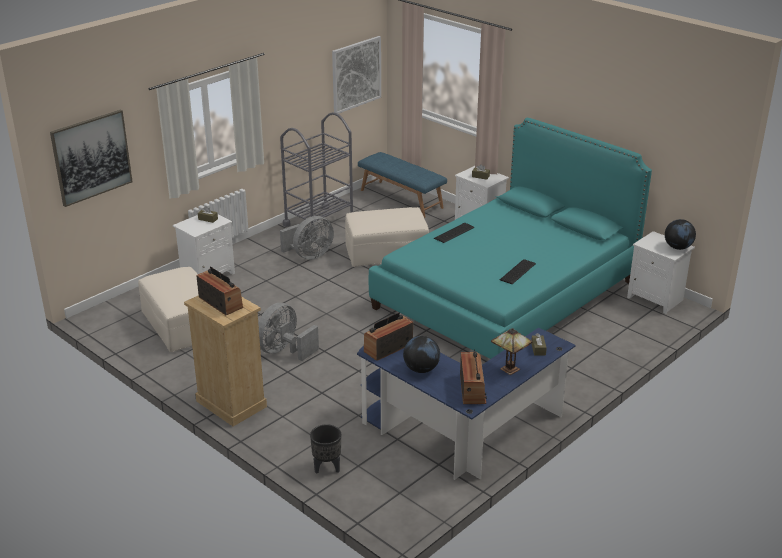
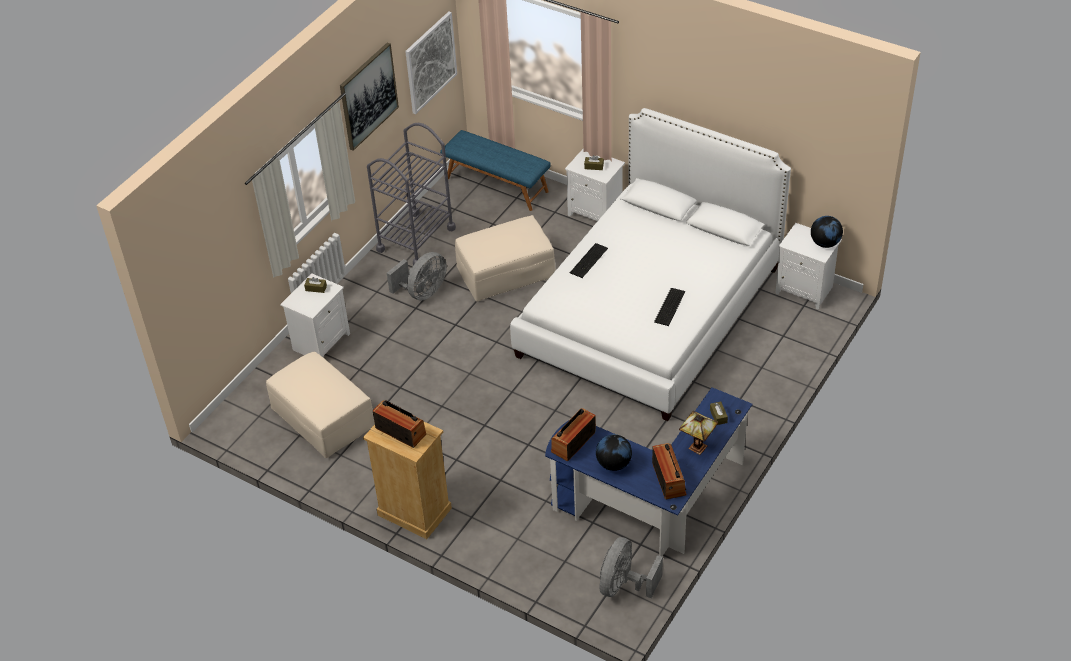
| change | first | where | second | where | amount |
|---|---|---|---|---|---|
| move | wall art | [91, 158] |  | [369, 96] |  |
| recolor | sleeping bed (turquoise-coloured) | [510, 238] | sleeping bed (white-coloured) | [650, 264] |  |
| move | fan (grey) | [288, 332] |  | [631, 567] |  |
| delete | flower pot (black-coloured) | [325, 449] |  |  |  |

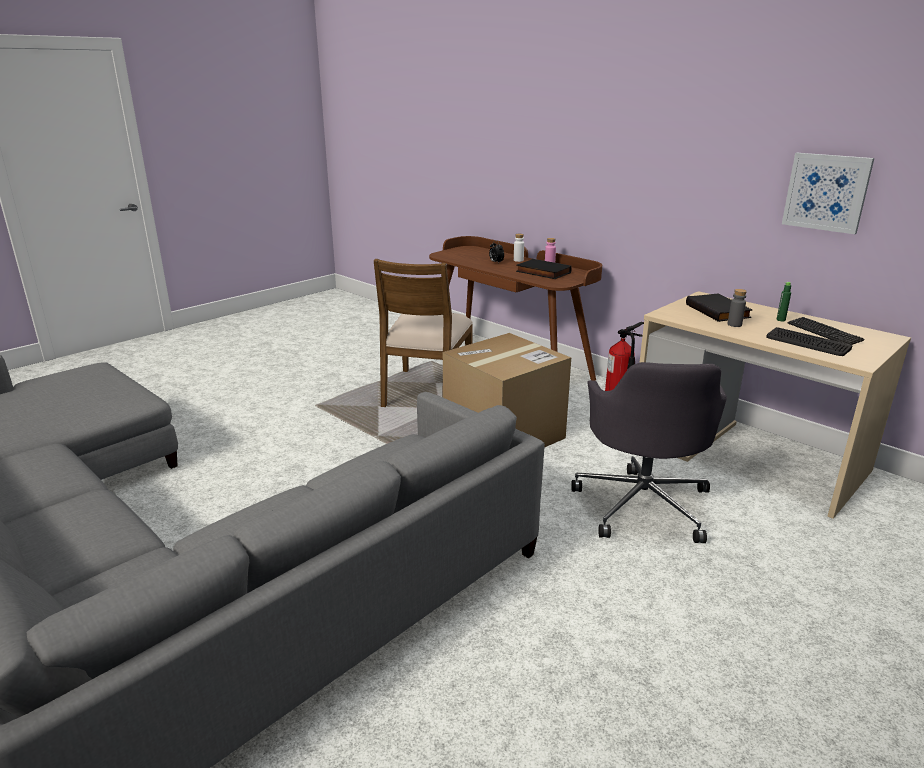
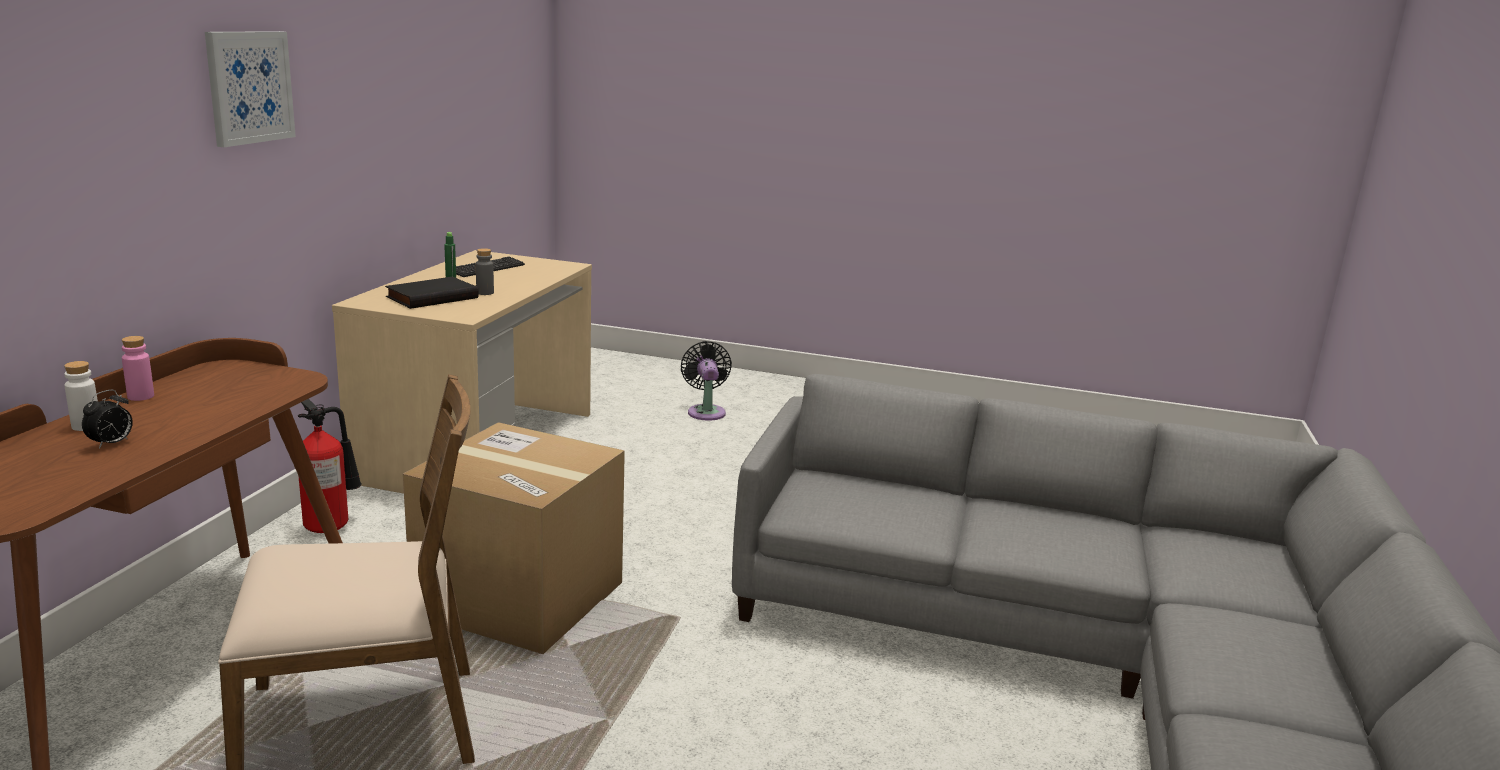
| change | first | where | second | where | amount |
|---|---|---|---|---|---|
| move | wall art | [828, 193] |  | [250, 89] |  |
| insert |  |  | fan (black-coloured) | [706, 381] |  |
| delete | book (black-coloured) | [544, 269] |  |  |  |
| delete | office chair (grey) | [649, 452] |  |  |  |
| delete | computer keyboard | [809, 341] |  |  |  |

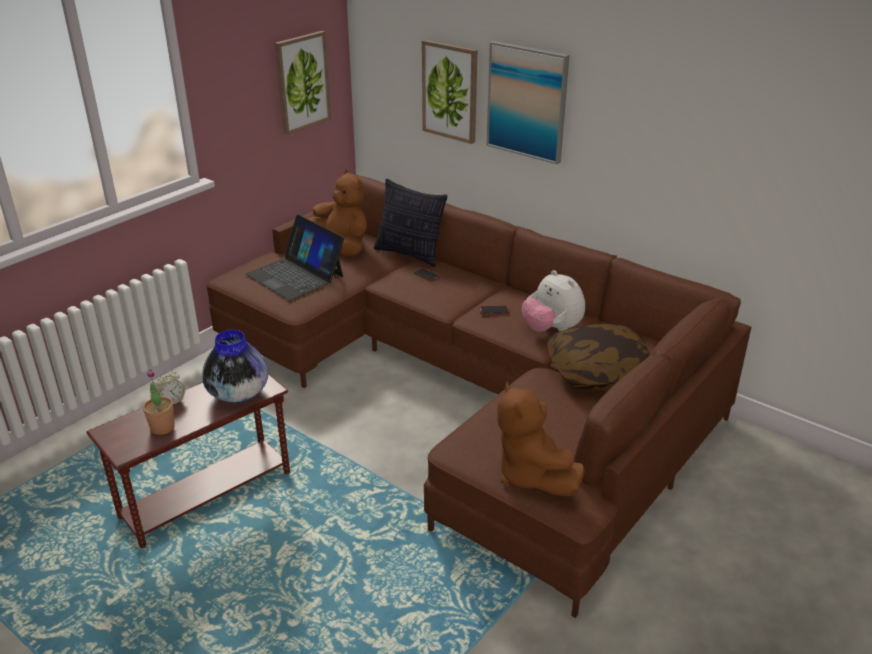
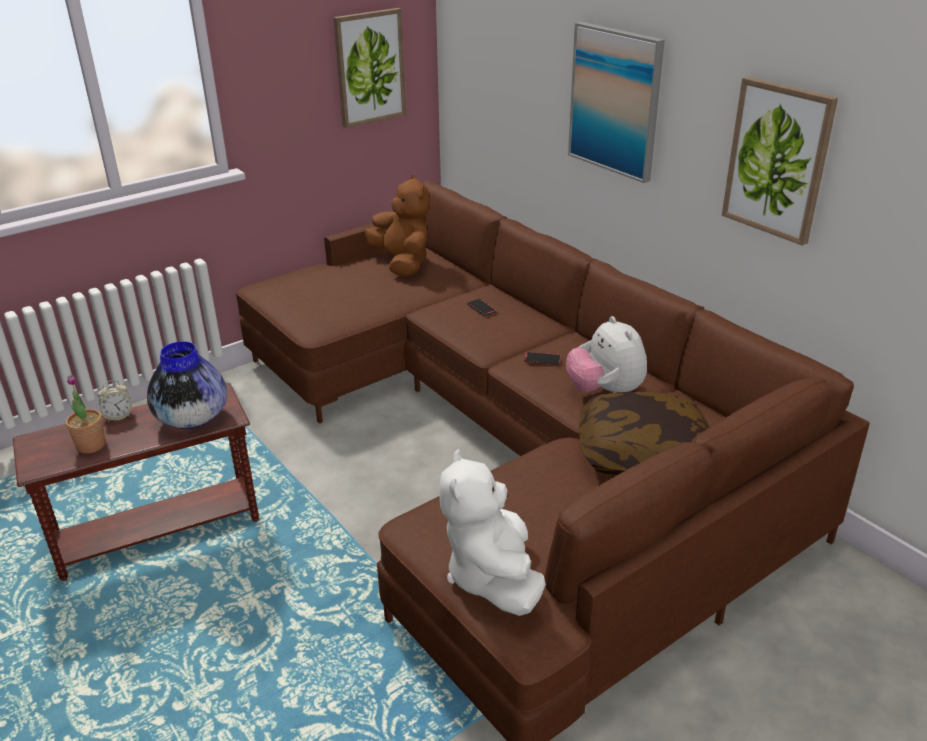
| change | first | where | second | where | amount |
|---|---|---|---|---|---|
| recolor | soft toy (brown) | [541, 439] | soft toy (white-coloured) | [492, 532] |  |
| move | wall art | [449, 92] |  | [780, 161] |  |
| delete | laptop | [295, 257] |  |  |  |
| delete | throw pillow | [411, 223] |  |  |  |

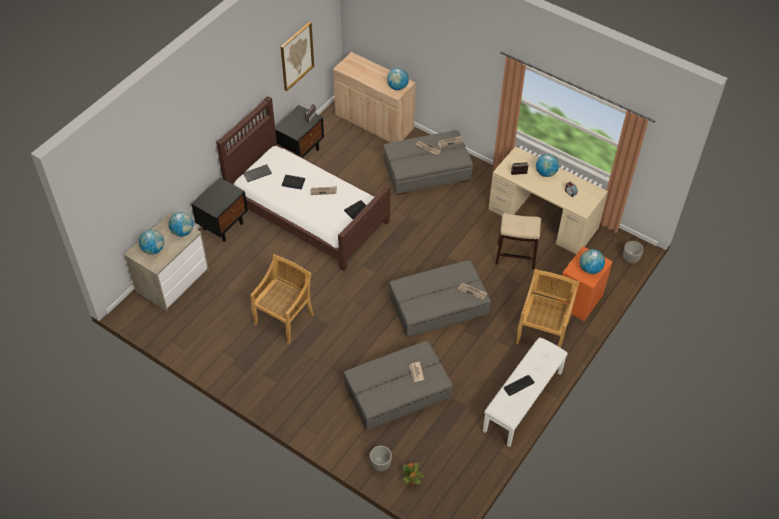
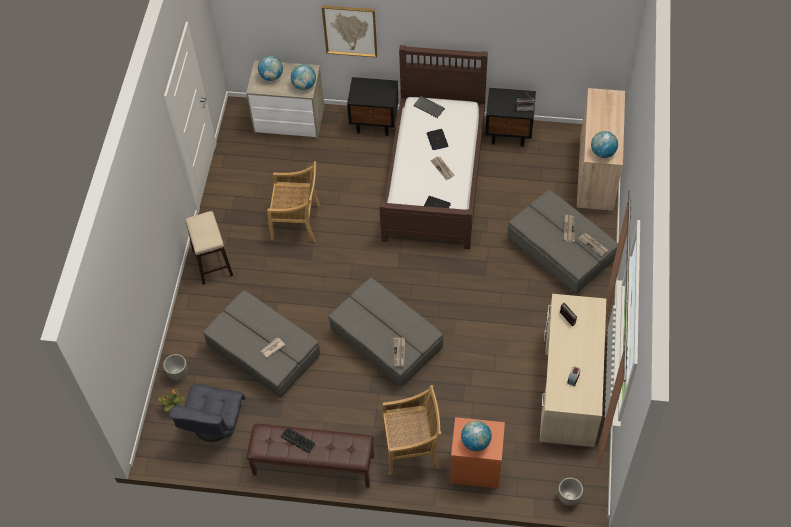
| change | first | where | second | where | amount |
|---|---|---|---|---|---|
| insert |  |  | easy chair (grey) | [207, 413] |  |
| move | stool seat | [518, 241] |  | [209, 248] |  |
| recolor | indoor bench (white-coloured) | [525, 392] | indoor bench (brown) | [310, 455] |  |
| move | wall art | [297, 56] |  | [349, 31] |  |
| delete | globe | [547, 165] |  |  |  |

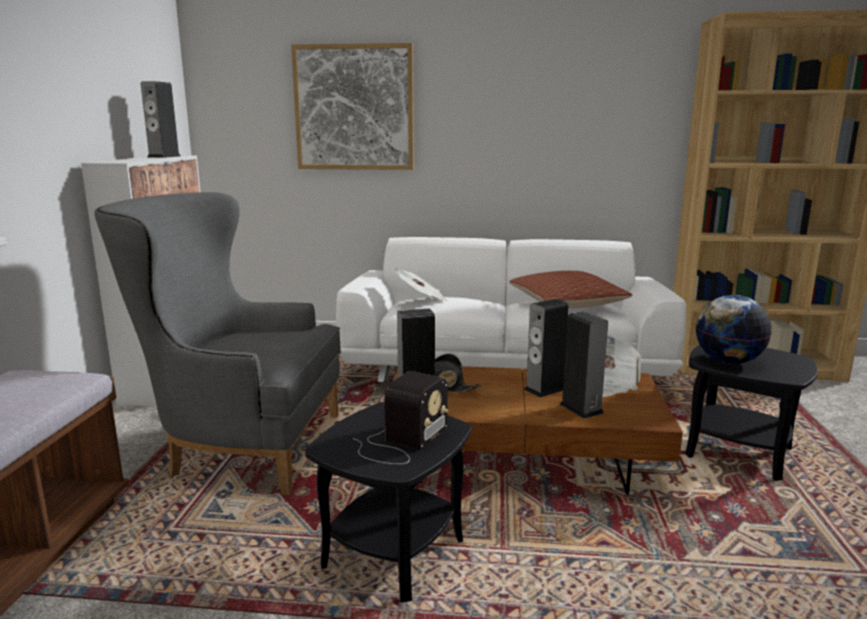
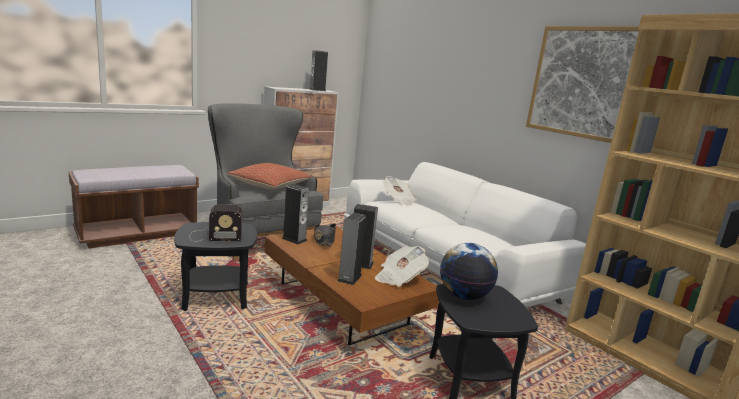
| change | first | where | second | where | amount |
|---|---|---|---|---|---|
| move | throw pillow | [571, 289] |  | [269, 176] |  |
| move | wall art | [352, 106] |  | [582, 84] |  |

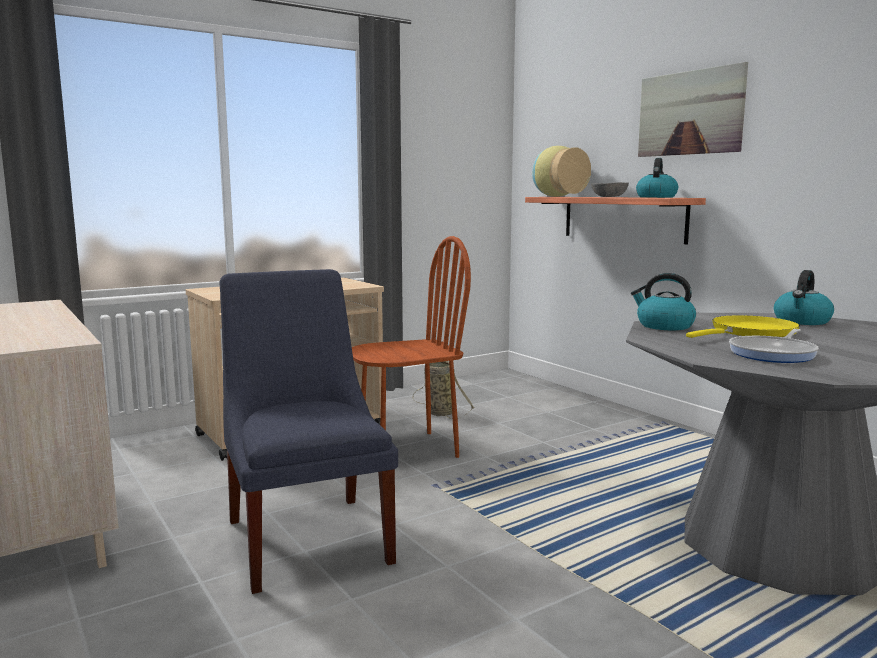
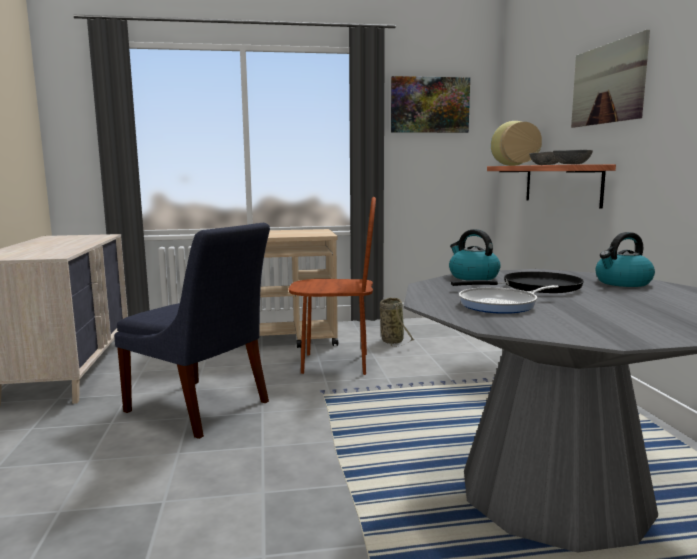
| change | first | where | second | where | amount |
|---|---|---|---|---|---|
| rotate | upright chair (blue) | [308, 431] |  | [192, 331] | 120 degrees clockwise |
| insert |  |  | wall art | [430, 104] |  |
| recolor | pan (yellow-coloured) | [743, 326] | pan (black-coloured) | [517, 282] |  |
| replace | water kettle | [657, 178] | bowl (grey) | [573, 157] |  |

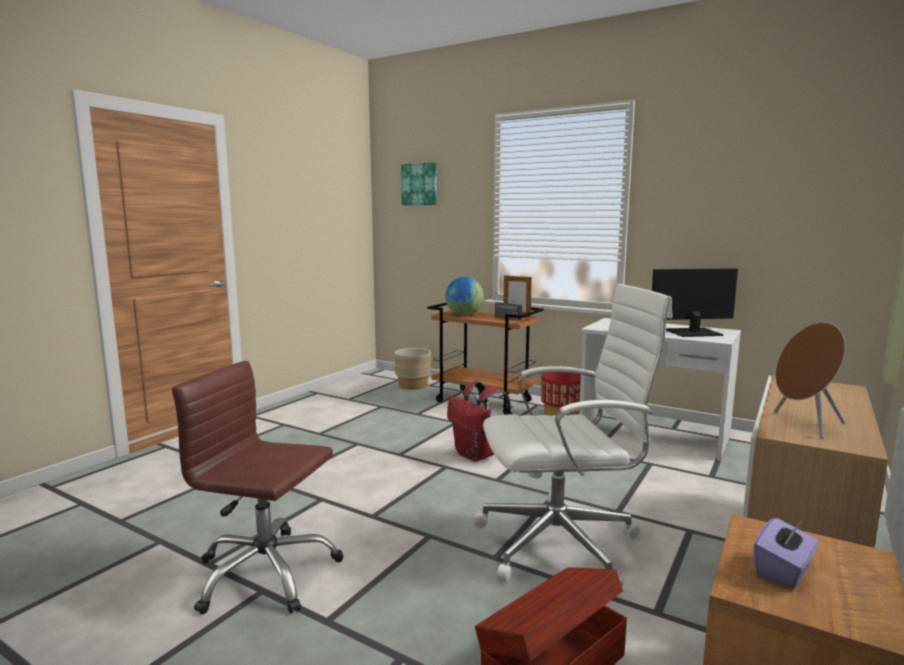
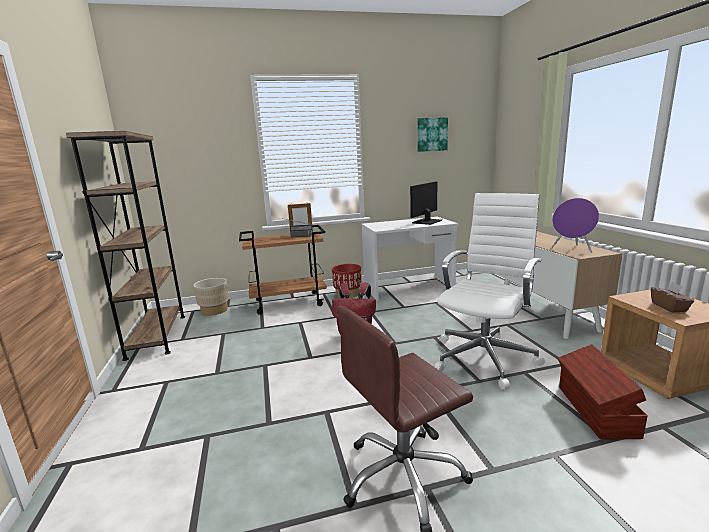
| change | first | where | second | where | amount |
|---|---|---|---|---|---|
| insert |  |  | bookcase (brown) | [125, 246] |  |
| move | wall art | [419, 183] |  | [432, 134] |  |
| recolor | loudspeaker (brown) | [809, 380] | loudspeaker (purplish) | [575, 225] |  |
| recolor | tissue box (purplish) | [786, 553] | tissue box (brown) | [672, 297] |  |
| delete | globe | [464, 296] |  |  |  |

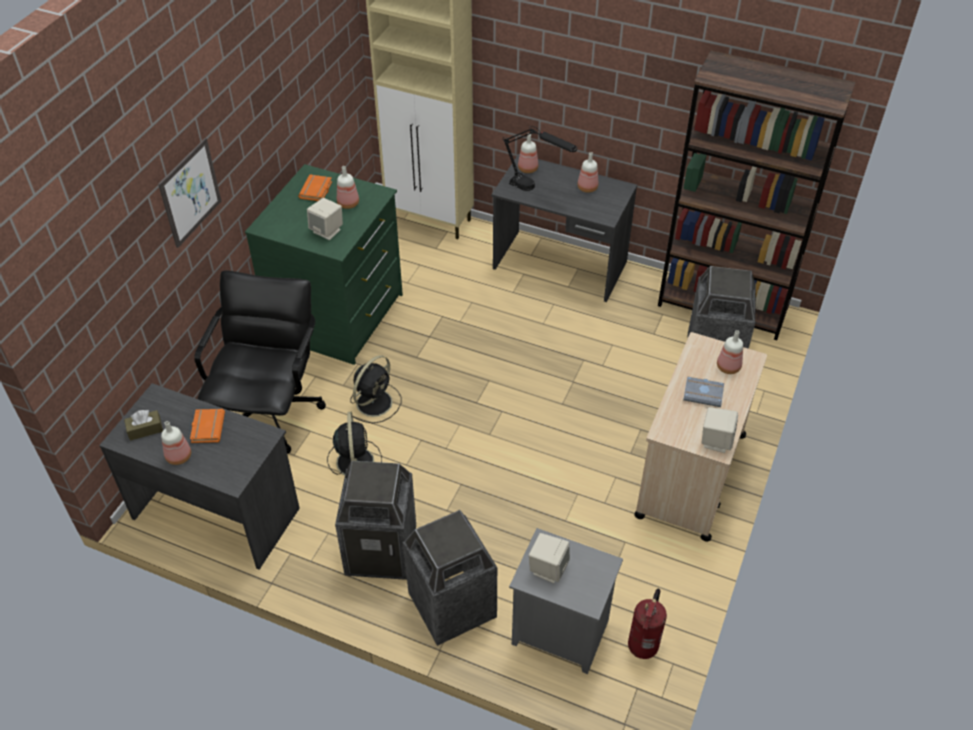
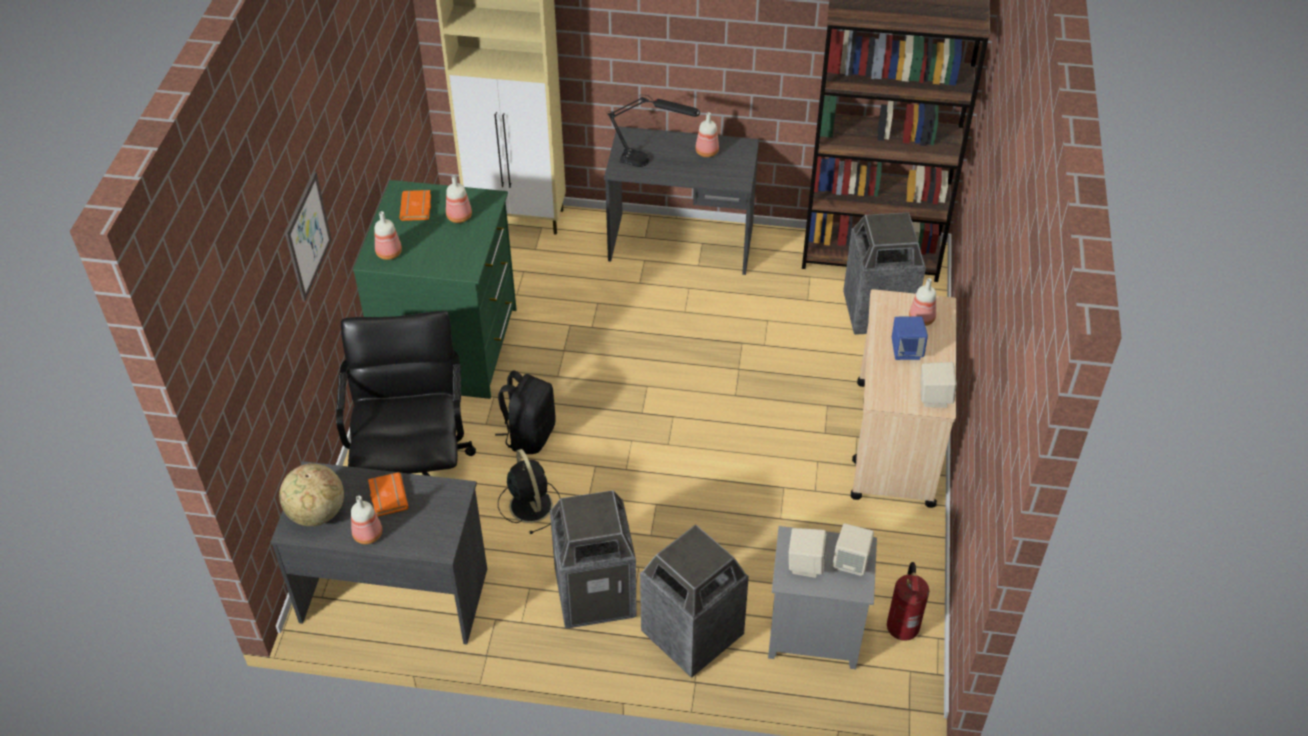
| change | first | where | second | where | amount |
|---|---|---|---|---|---|
| replace | tissue box (brown) | [143, 425] | globe | [311, 494] |  |
| move | drink bottle | [528, 153] |  | [388, 235] |  |
| replace | fan (black-coloured) | [376, 389] | backpack (black-coloured) | [525, 412] |  |
| move | loudspeaker (sand-coloured) | [325, 219] |  | [853, 549] |  |
| replace | book (grey) | [703, 391] | loudspeaker (blue) | [910, 338] |  |

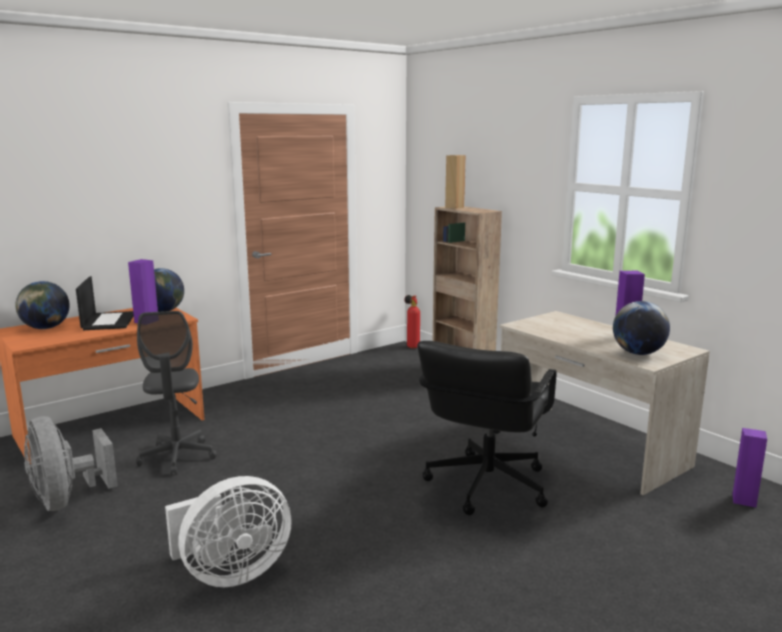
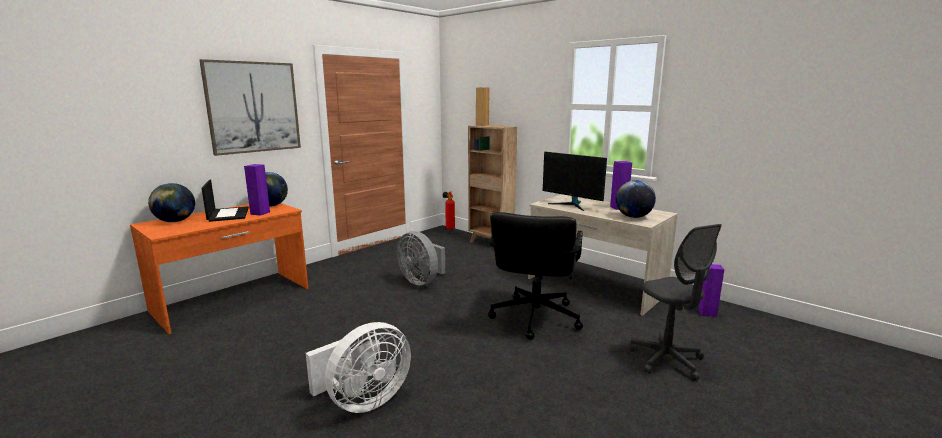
| change | first | where | second | where | amount |
|---|---|---|---|---|---|
| insert |  |  | wall art | [250, 107] |  |
| move | fan (grey) | [71, 463] |  | [421, 258] |  |
| insert |  |  | computer screen | [574, 181] |  |
| move | office chair (grey) | [176, 393] |  | [676, 302] |  |

